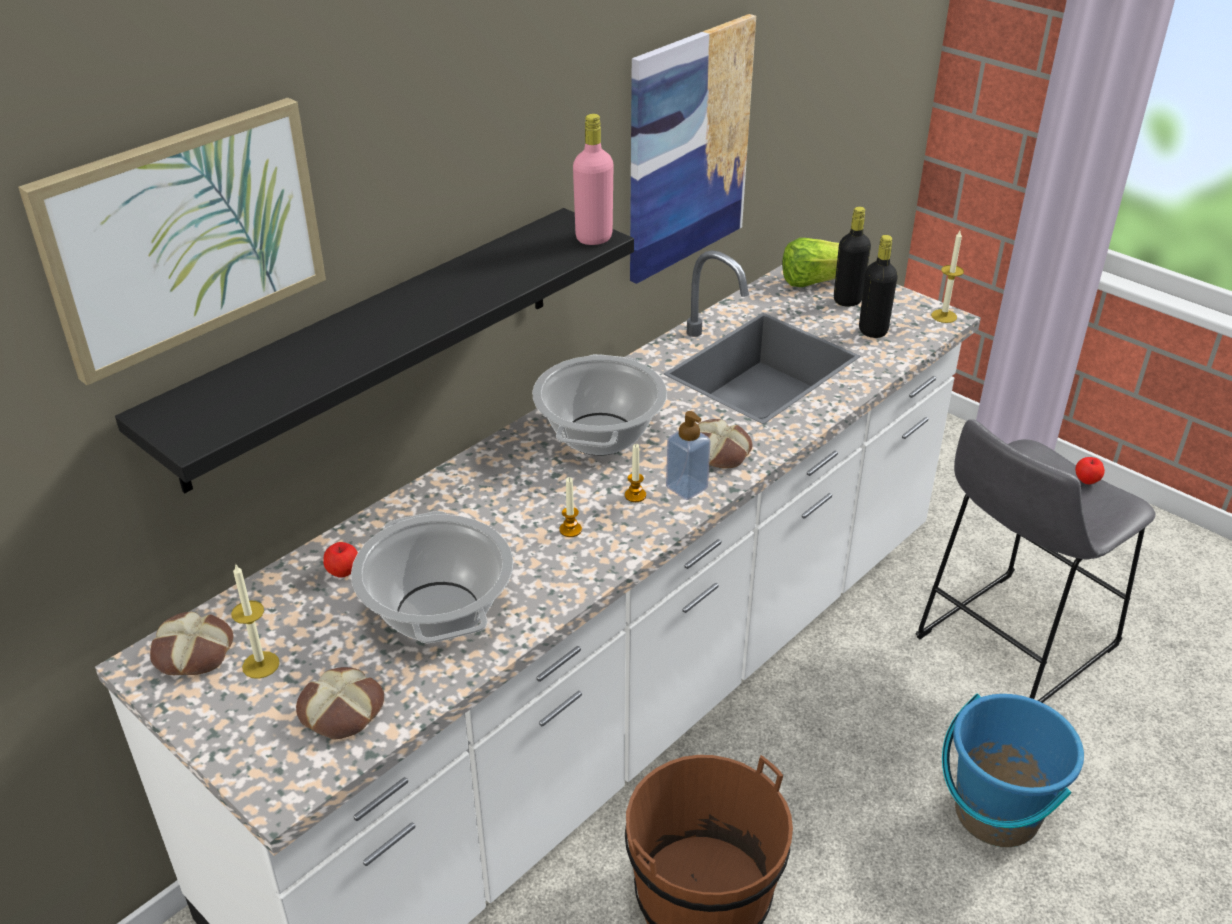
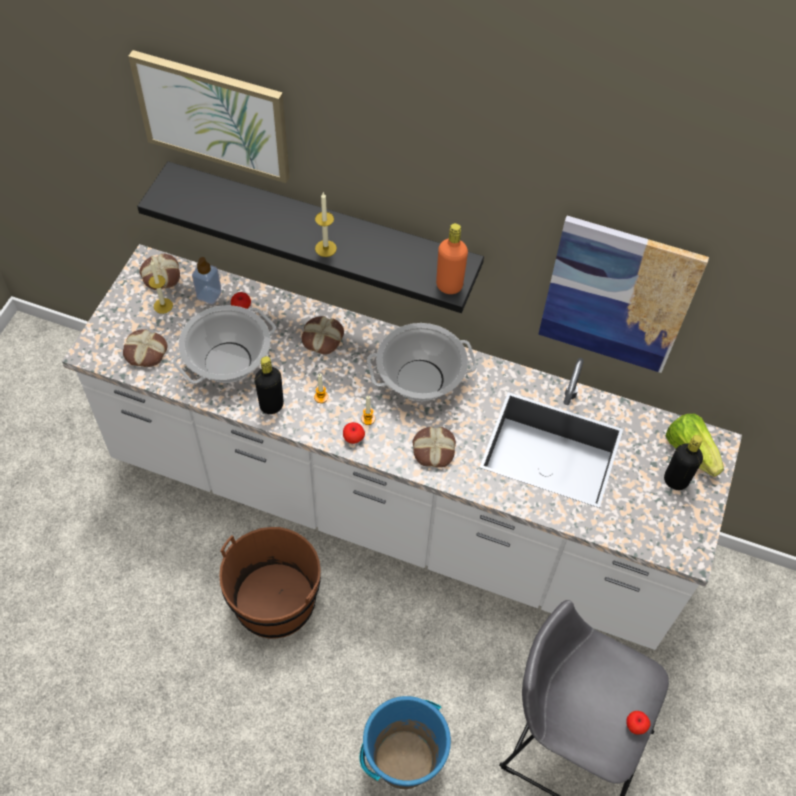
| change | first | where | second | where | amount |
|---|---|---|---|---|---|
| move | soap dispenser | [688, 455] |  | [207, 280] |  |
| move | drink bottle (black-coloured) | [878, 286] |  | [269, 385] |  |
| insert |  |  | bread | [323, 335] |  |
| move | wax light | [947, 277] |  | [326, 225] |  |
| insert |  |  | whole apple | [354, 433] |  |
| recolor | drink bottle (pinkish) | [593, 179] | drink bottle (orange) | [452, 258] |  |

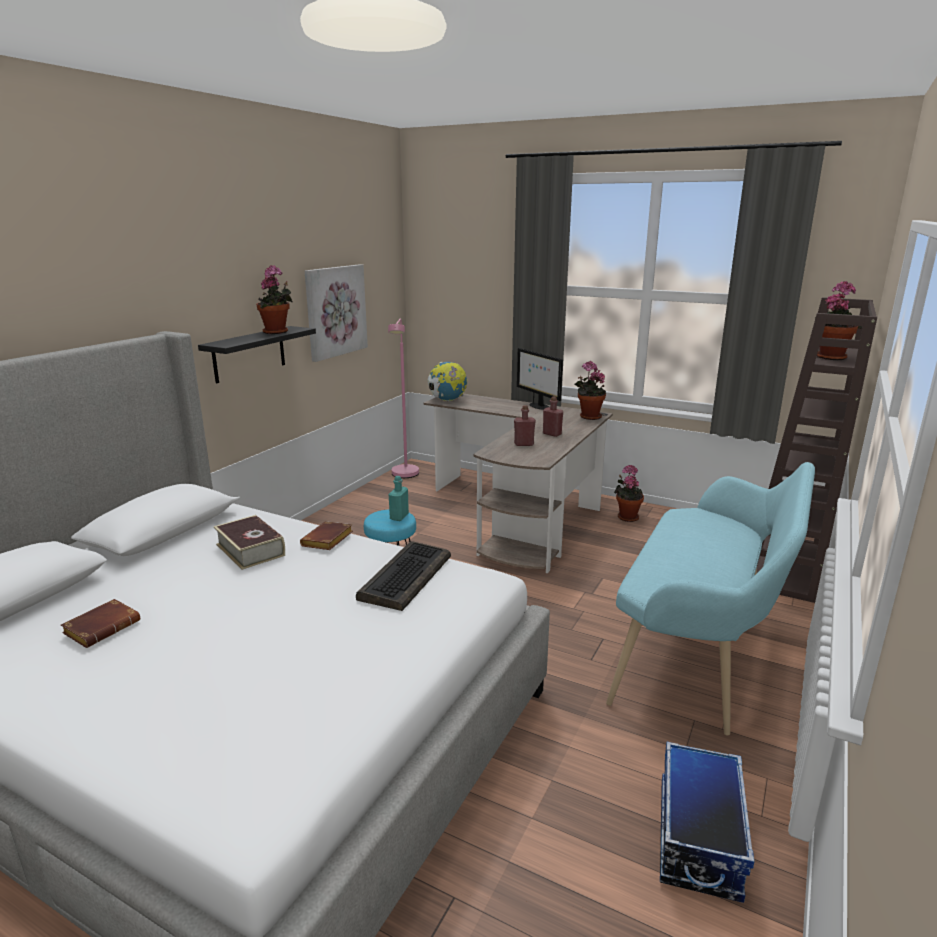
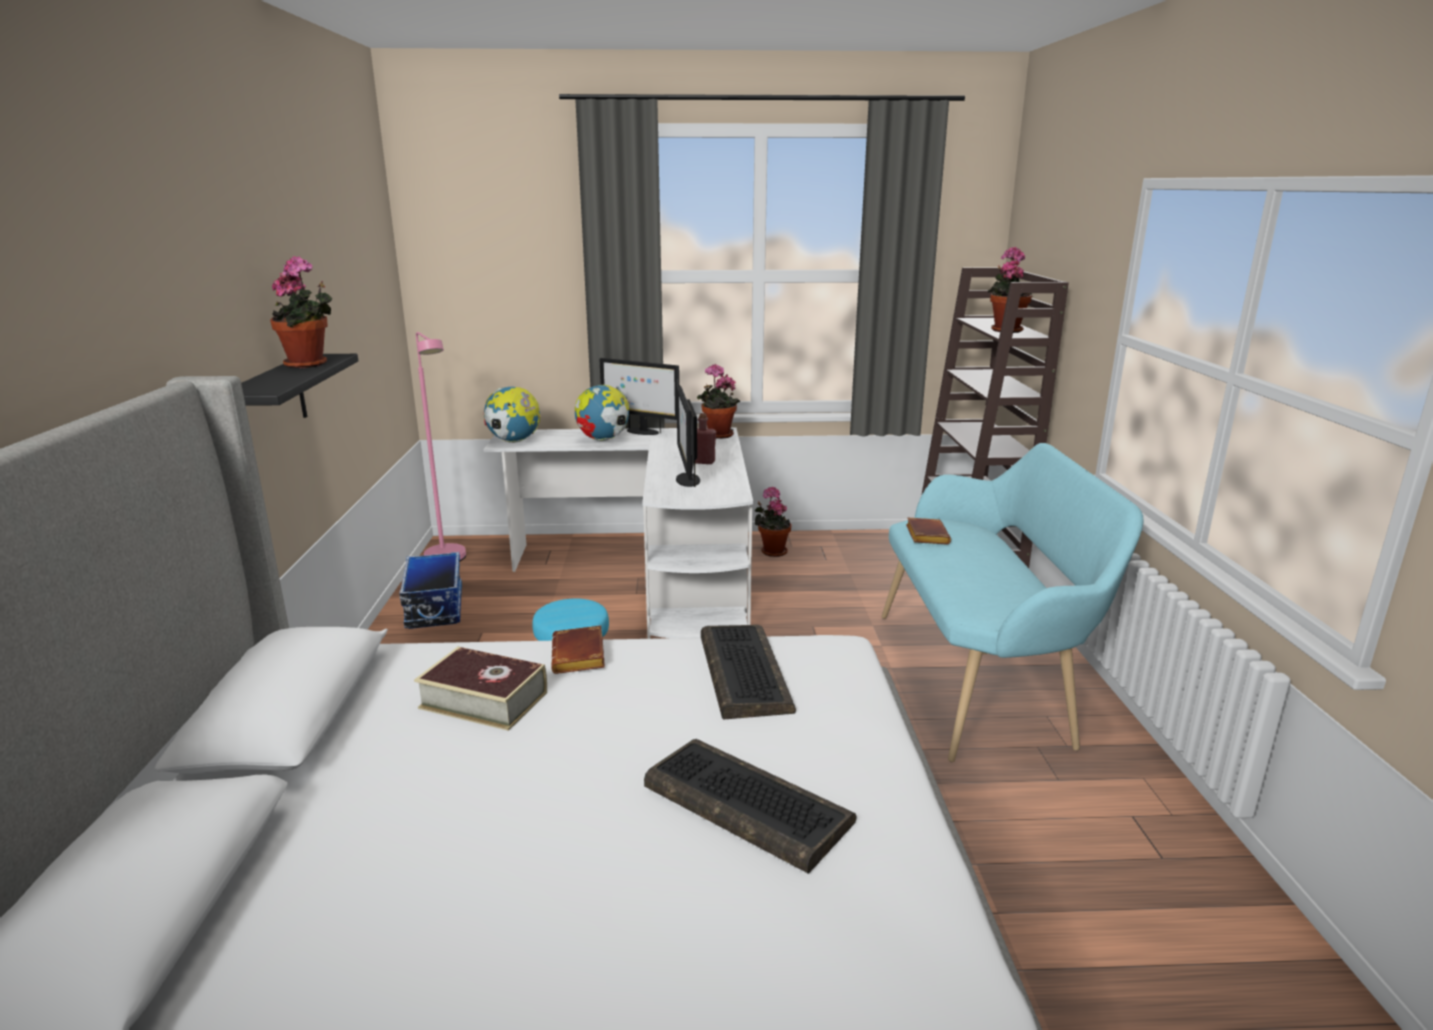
| change | first | where | second | where | amount |
|---|---|---|---|---|---|
| move | storage bin | [707, 822] |  | [430, 590] |  |
| recolor | desk unit (brown) | [518, 483] | desk unit (white-coloured) | [618, 533] |  |
| insert |  |  | globe | [602, 413] |  |
| insert |  |  | computer keyboard | [750, 806] |  |
| replace | drink bottle (red-coloured) | [525, 425] | computer screen | [688, 436] |  |
| move | book (brown) | [100, 623] |  | [928, 531] |  |
| delete | wall art | [336, 313] |  |  |  |
| delete | drink bottle (turquoise-coloured) | [399, 498] |  |  |  |

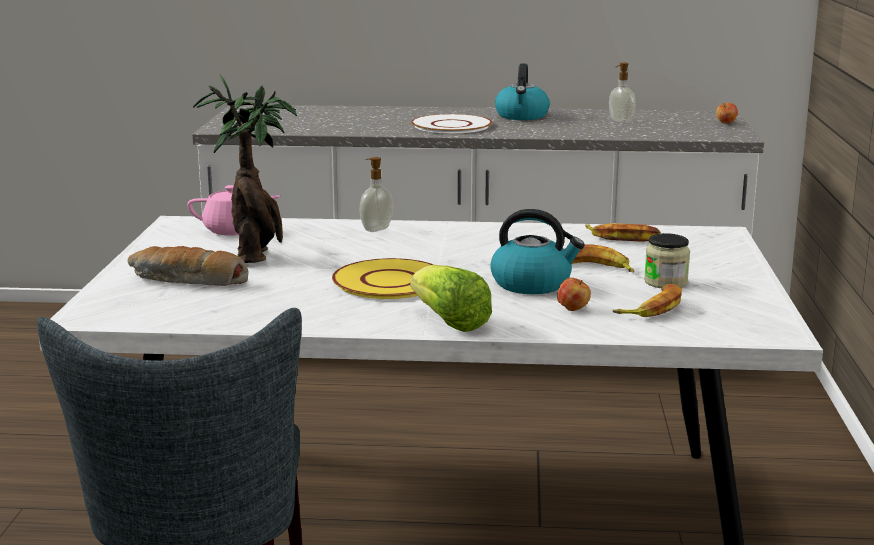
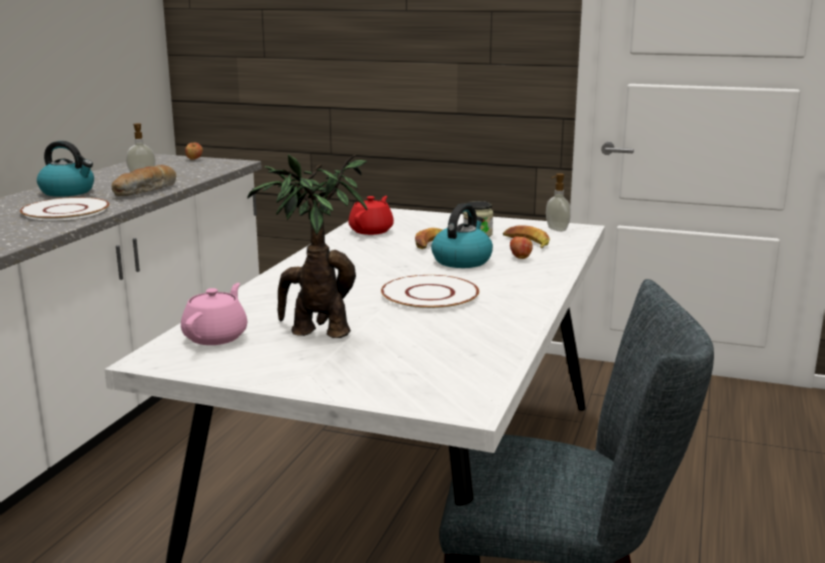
| change | first | where | second | where | amount |
|---|---|---|---|---|---|
| move | bread | [188, 266] |  | [143, 180] |  |
| replace | banana fruit | [623, 232] | teapot (red-coloured) | [371, 215] |  |
| recolor | dinner plate (yellow-coloured) | [383, 278] | dinner plate (white-coloured) | [430, 292] |  |
| move | soap dispenser | [376, 194] |  | [558, 202] |  |
| delete | head of lettuce | [451, 298] |  |  |  |

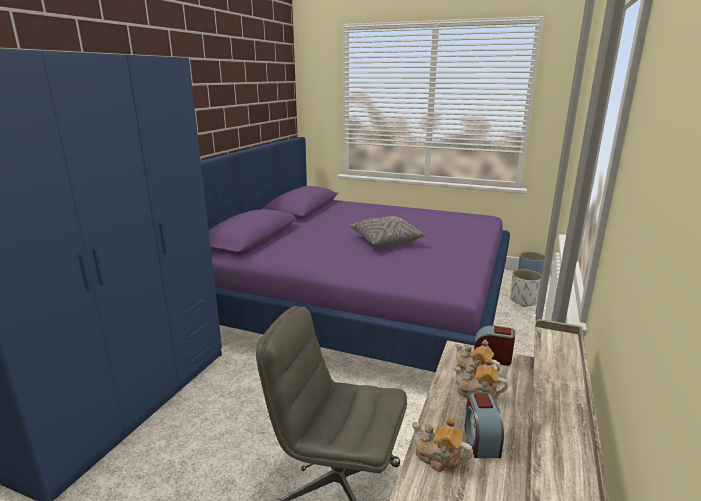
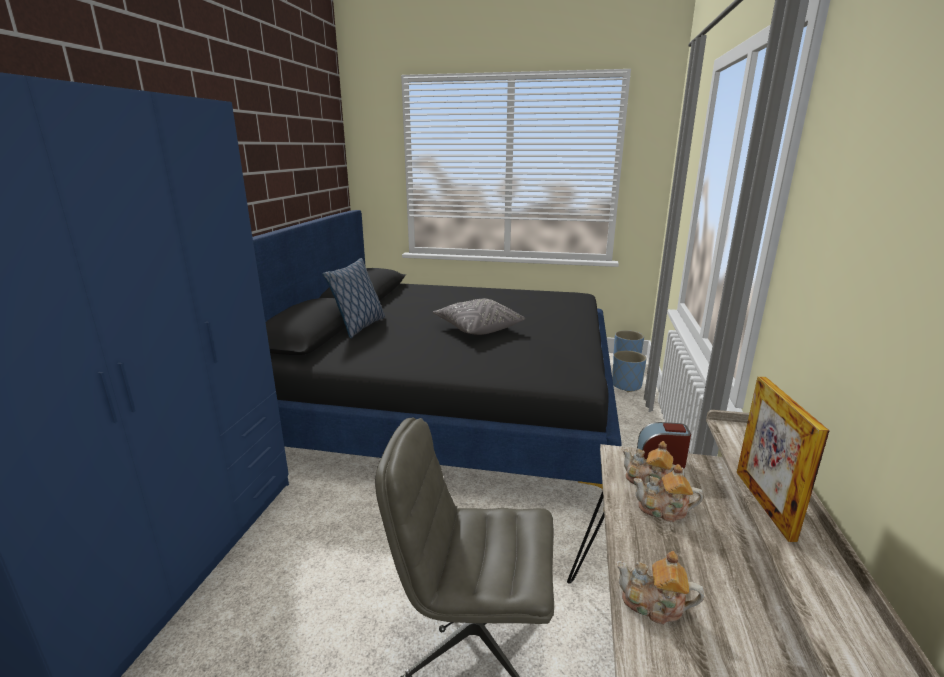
| change | first | where | second | where | amount |
|---|---|---|---|---|---|
| recolor | sleeping bed (purplish) | [355, 254] | sleeping bed (black-coloured) | [437, 350] |  |
| insert |  |  | throw pillow | [353, 298] |  |
| recolor | flower pot (white-coloured) | [526, 288] | flower pot (blue) | [629, 371] |  |
| insert |  |  | standing frame | [782, 459] |  |
| delete | table clock | [484, 425] |  |  |  |

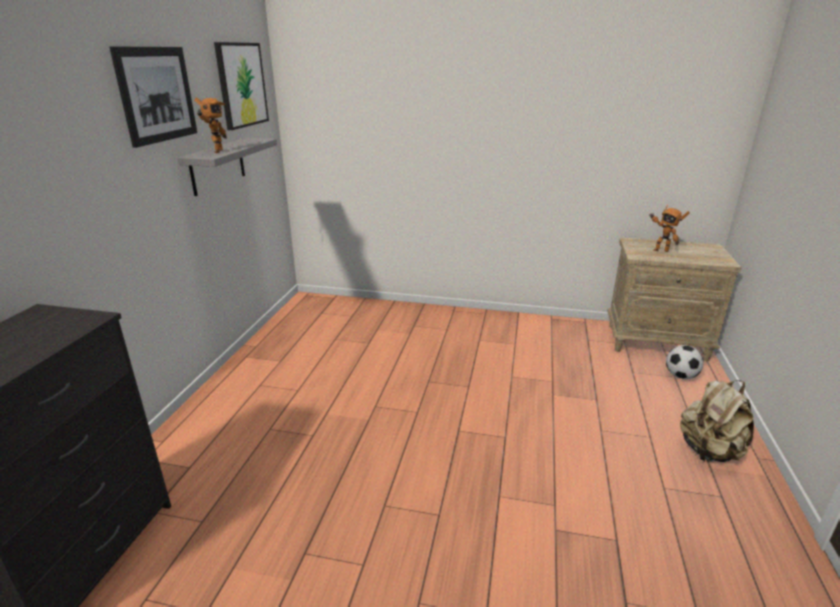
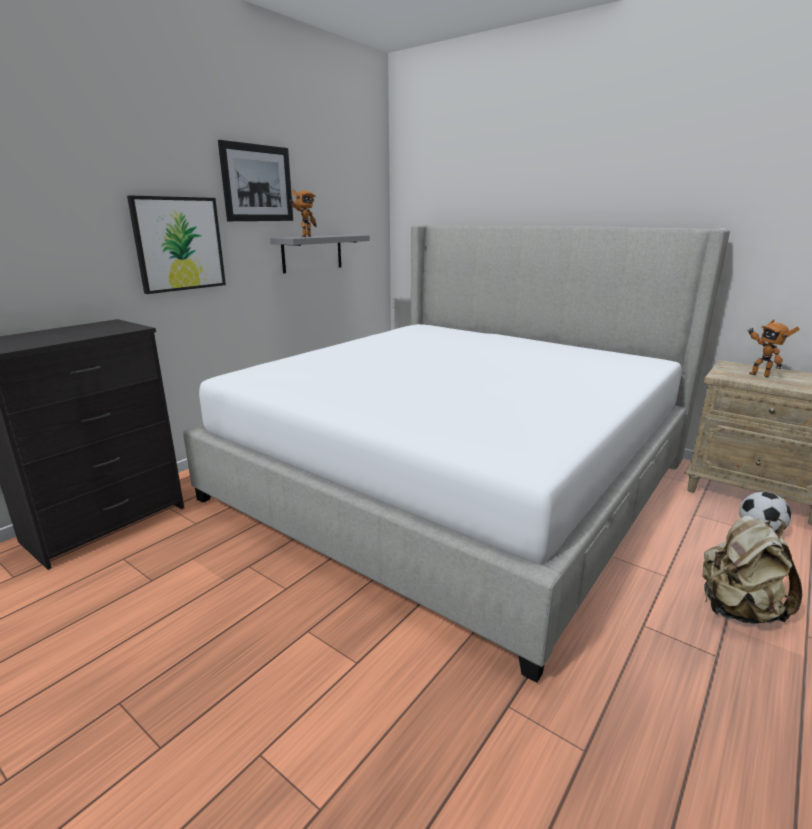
| change | first | where | second | where | amount |
|---|---|---|---|---|---|
| move | wall art | [241, 86] |  | [176, 245] |  |
| insert |  |  | sleeping bed | [456, 454] |  |

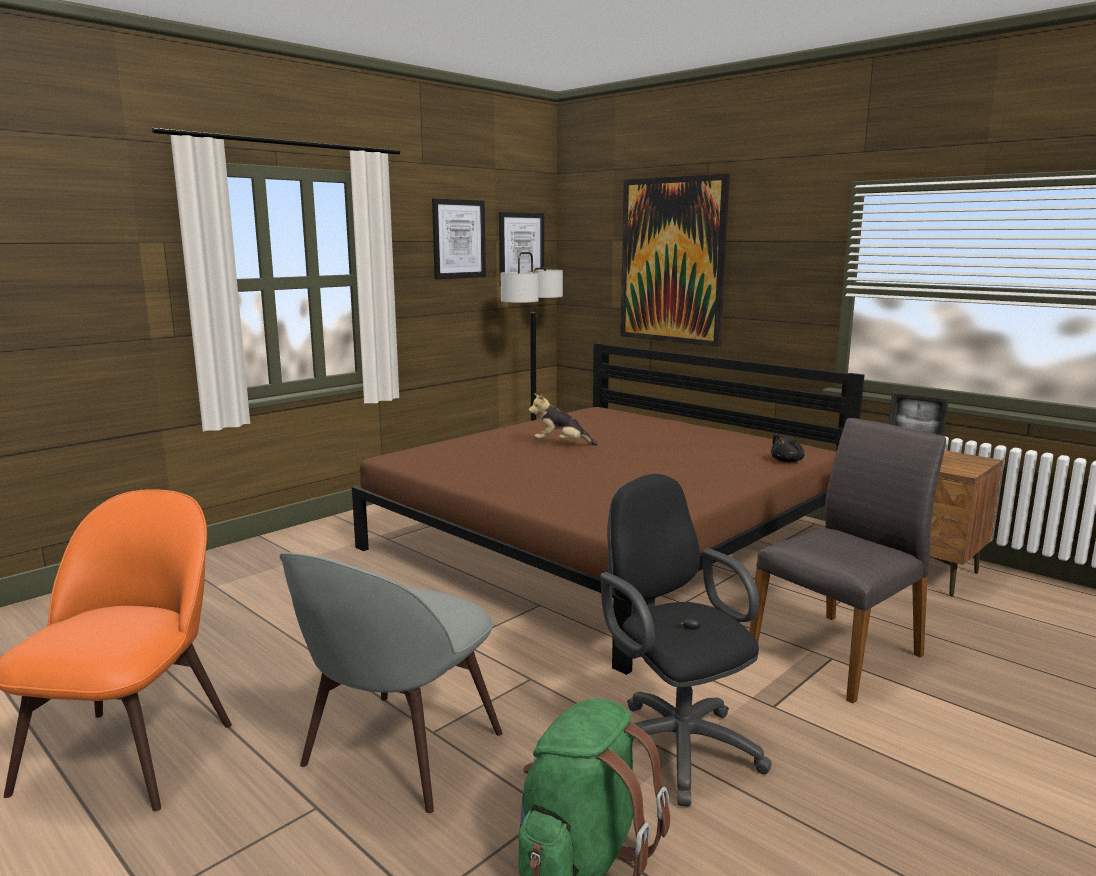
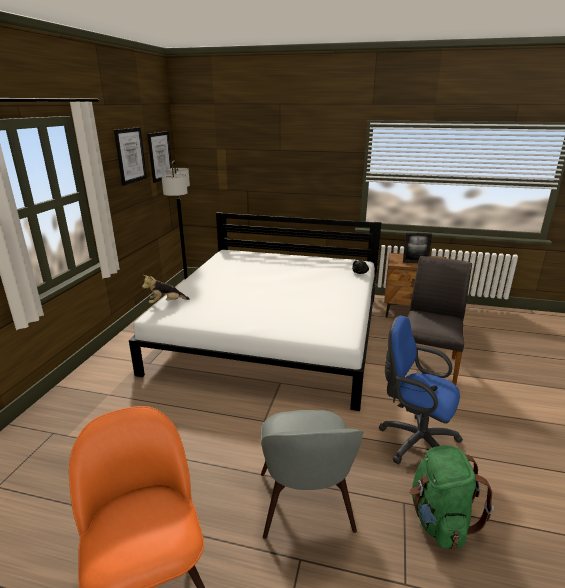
| change | first | where | second | where | amount |
|---|---|---|---|---|---|
| recolor | sleeping bed (brown) | [608, 509] | sleeping bed (white-coloured) | [255, 311] |  |
| move | soft toy | [563, 419] |  | [166, 289] |  |
| recolor | office chair (black-coloured) | [686, 640] | office chair (blue) | [420, 389] |  |
| delete | wall art | [675, 260] |  |  |  |

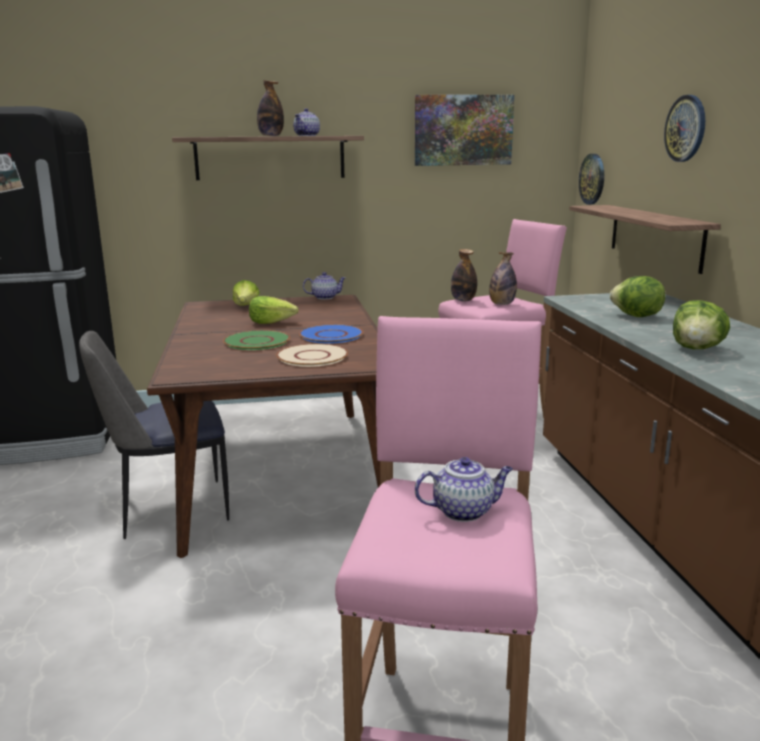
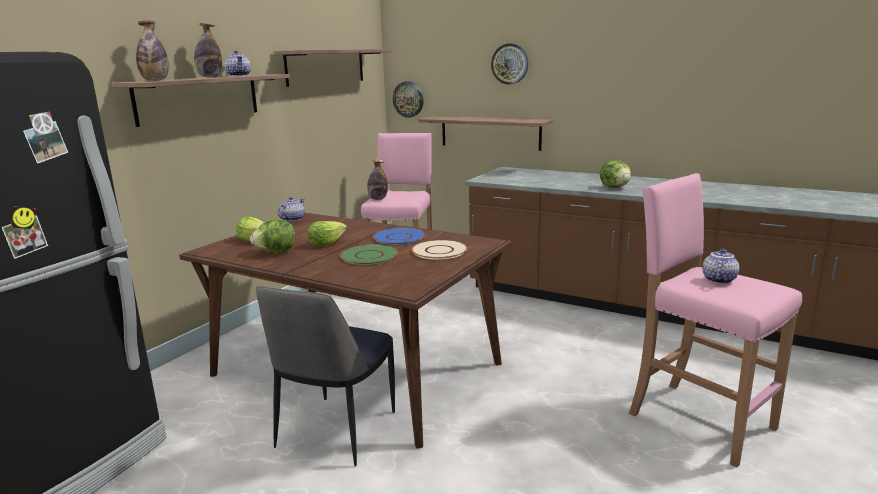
| change | first | where | second | where | amount |
|---|---|---|---|---|---|
| move | drink bottle | [503, 278] |  | [152, 51] |  |
| move | head of lettuce | [637, 296] |  | [272, 236] |  |
| replace | wall art | [464, 130] | bracket shelf | [332, 68] |  |

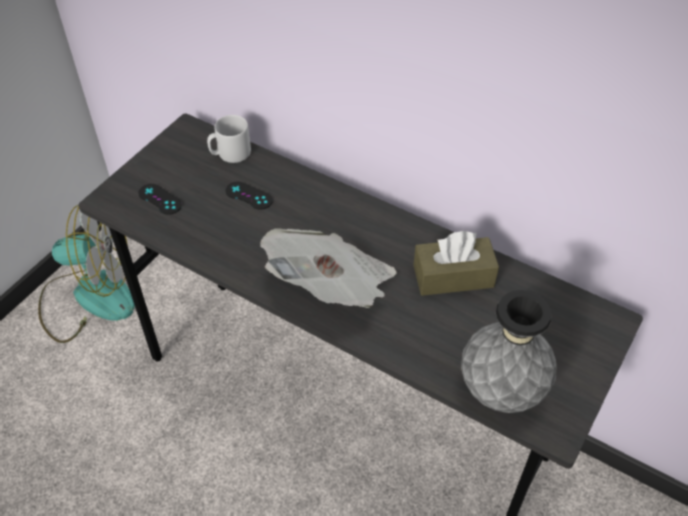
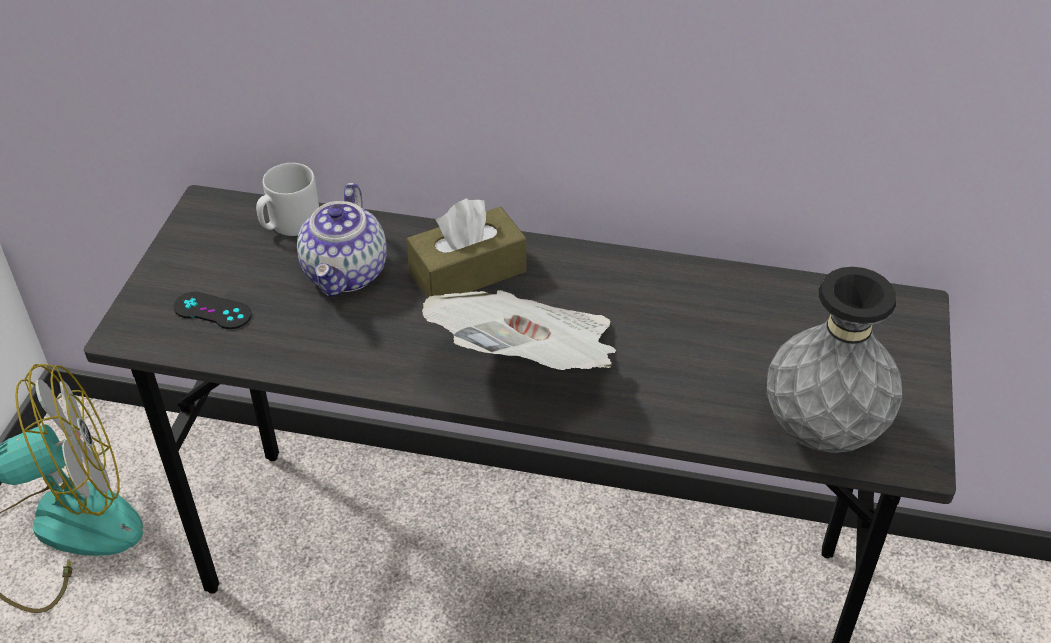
| change | first | where | second | where | amount |
|---|---|---|---|---|---|
| replace | gamepad (black-coloured) | [249, 196] | teapot | [342, 240] |  |
| move | tissue box (brown) | [456, 263] |  | [466, 248] |  |

